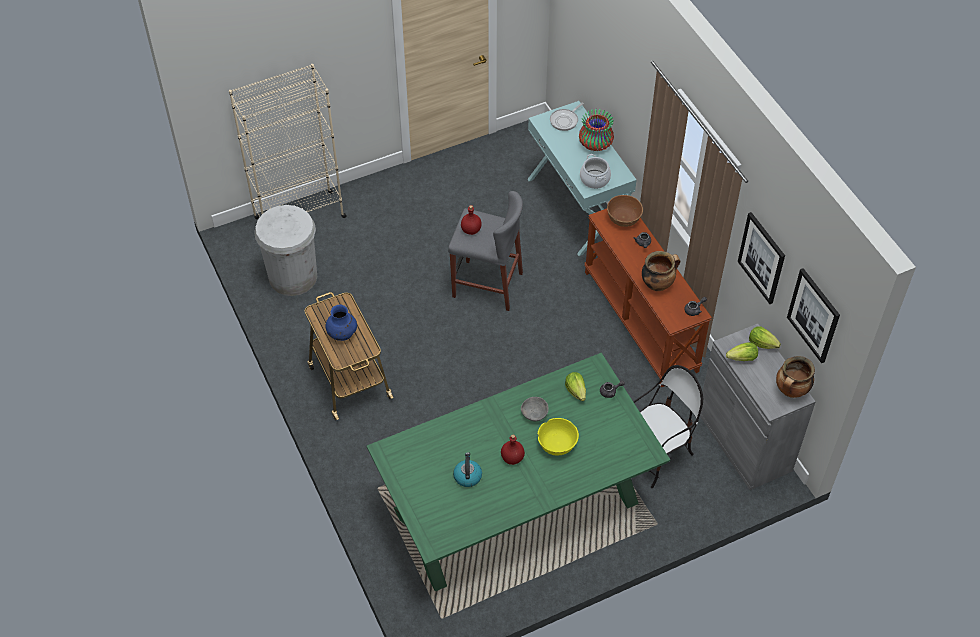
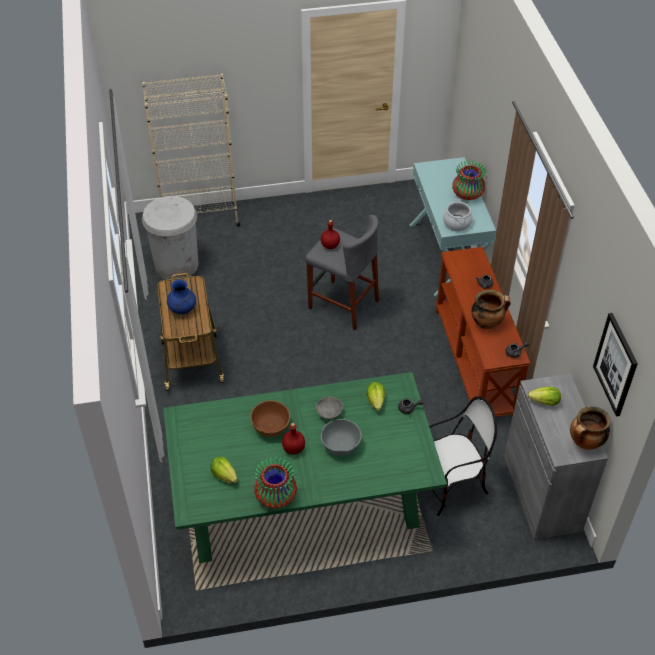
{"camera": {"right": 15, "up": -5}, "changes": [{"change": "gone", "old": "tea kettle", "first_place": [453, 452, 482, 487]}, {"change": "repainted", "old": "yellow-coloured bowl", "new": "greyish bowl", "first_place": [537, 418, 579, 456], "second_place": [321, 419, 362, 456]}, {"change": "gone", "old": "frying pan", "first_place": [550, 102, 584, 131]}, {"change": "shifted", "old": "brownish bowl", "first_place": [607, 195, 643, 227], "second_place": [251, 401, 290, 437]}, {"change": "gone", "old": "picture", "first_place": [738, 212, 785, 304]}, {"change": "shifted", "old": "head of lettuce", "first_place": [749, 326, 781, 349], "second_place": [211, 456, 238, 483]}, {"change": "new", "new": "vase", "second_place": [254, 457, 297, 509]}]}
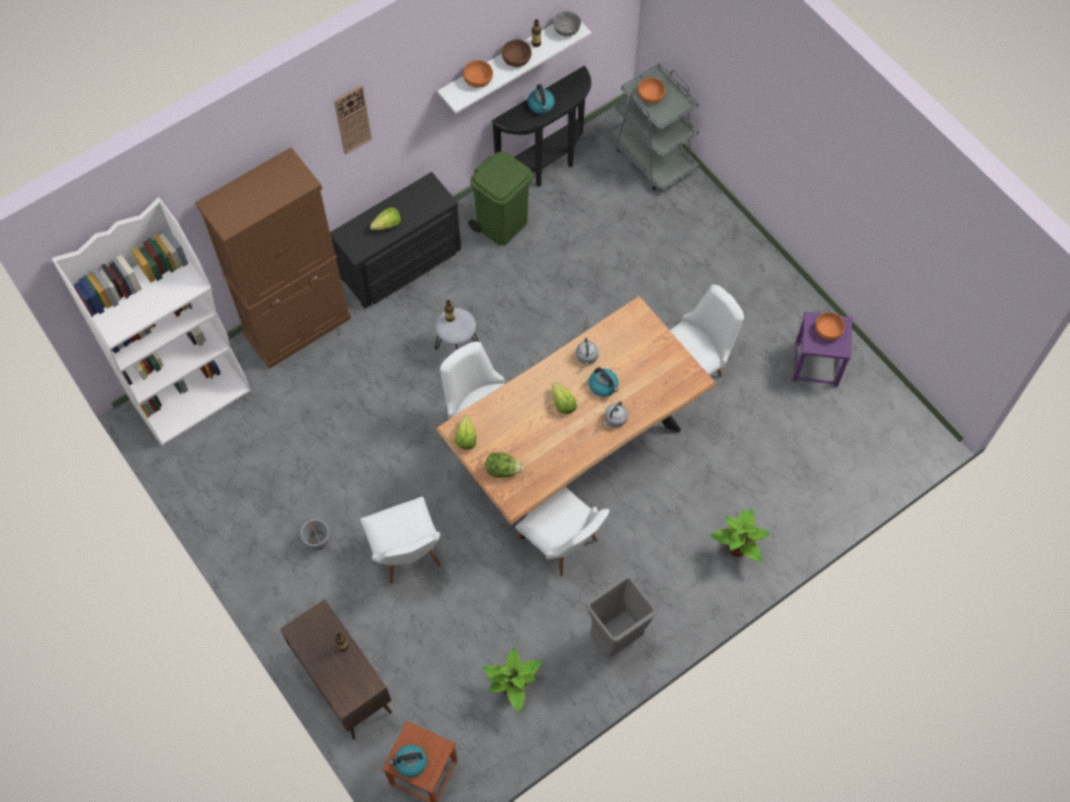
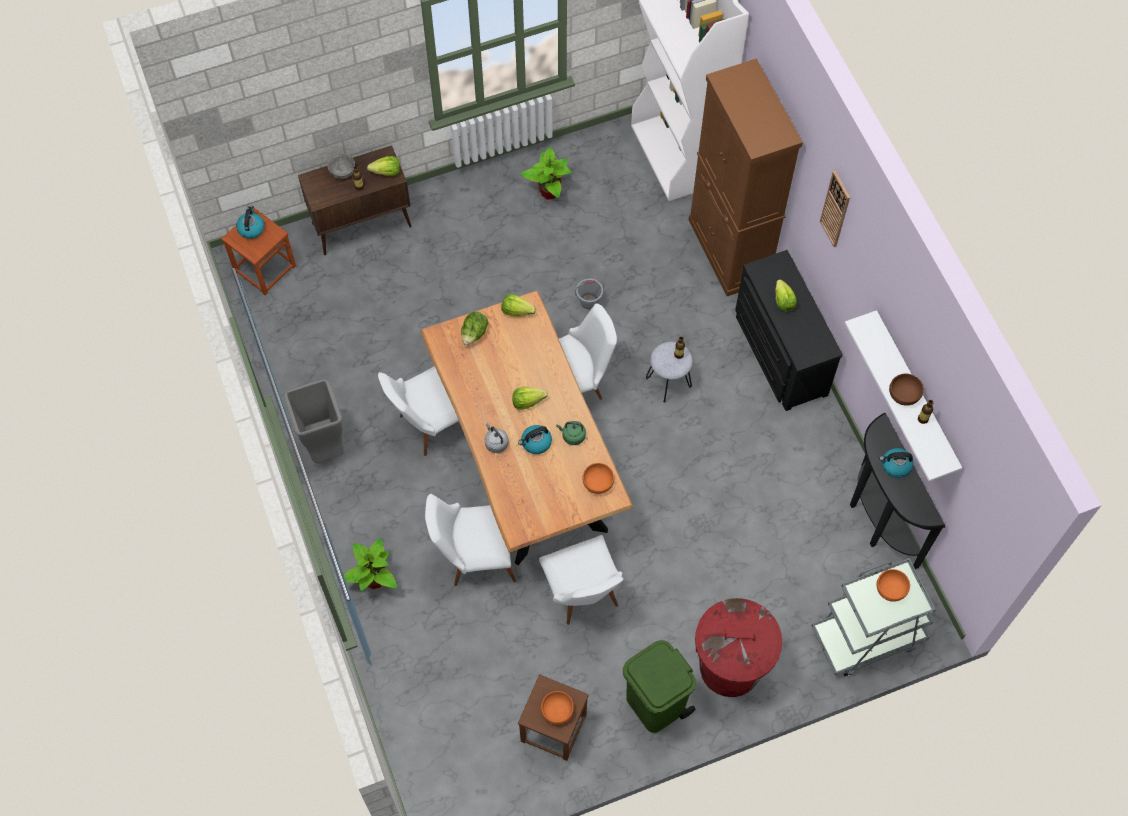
{"camera": {"right": 105, "up": 0}, "changes": [{"change": "shifted", "old": "greyish pail", "first_place": [300, 517, 330, 550], "second_place": [575, 279, 604, 309]}, {"change": "shifted", "old": "whitish upright chair", "first_place": [360, 496, 441, 584], "second_place": [425, 494, 516, 586]}, {"change": "shifted", "old": "orange bowl", "first_place": [463, 60, 493, 88], "second_place": [582, 463, 614, 494]}, {"change": "shifted", "old": "green trash can", "first_place": [468, 152, 533, 246], "second_place": [623, 640, 696, 733]}, {"change": "shifted", "old": "plant in a pot", "first_place": [483, 647, 542, 713], "second_place": [520, 146, 572, 200]}, {"change": "shifted", "old": "greyish bowl", "first_place": [553, 11, 581, 36], "second_place": [327, 153, 355, 179]}, {"change": "repainted", "old": "greyish tea kettle", "new": "green tea kettle", "first_place": [576, 338, 599, 366], "second_place": [556, 421, 586, 445]}, {"change": "repainted", "old": "purple stool seat", "new": "brownish stool seat", "first_place": [793, 311, 853, 387], "second_place": [518, 674, 589, 761]}, {"change": "new", "new": "head of lettuce", "second_place": [367, 156, 400, 176]}, {"change": "new", "new": "red trash can", "second_place": [695, 598, 782, 697]}]}
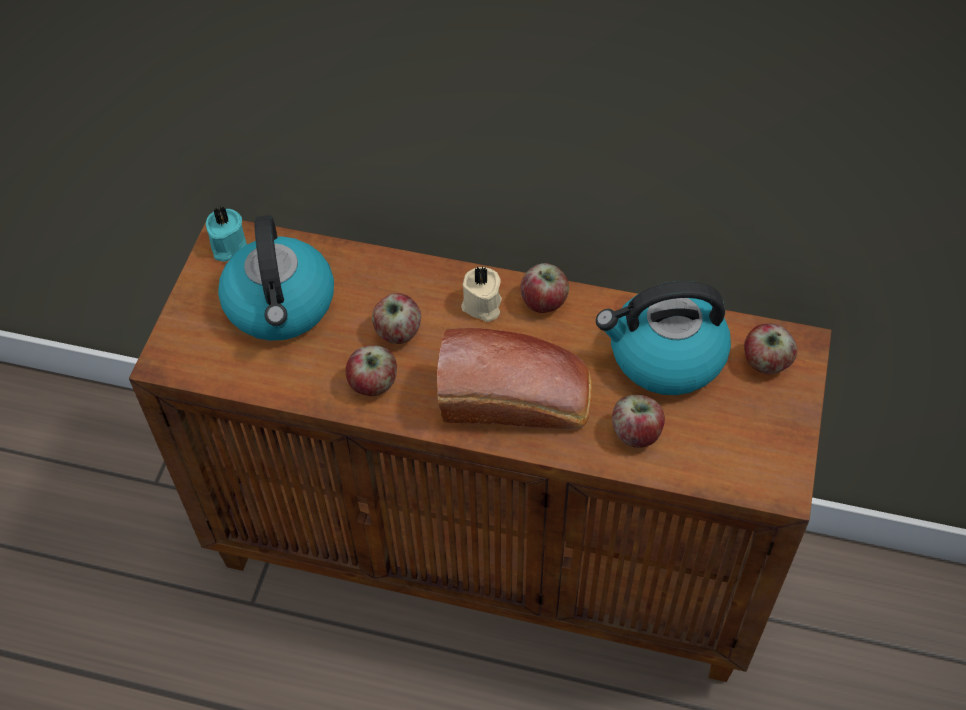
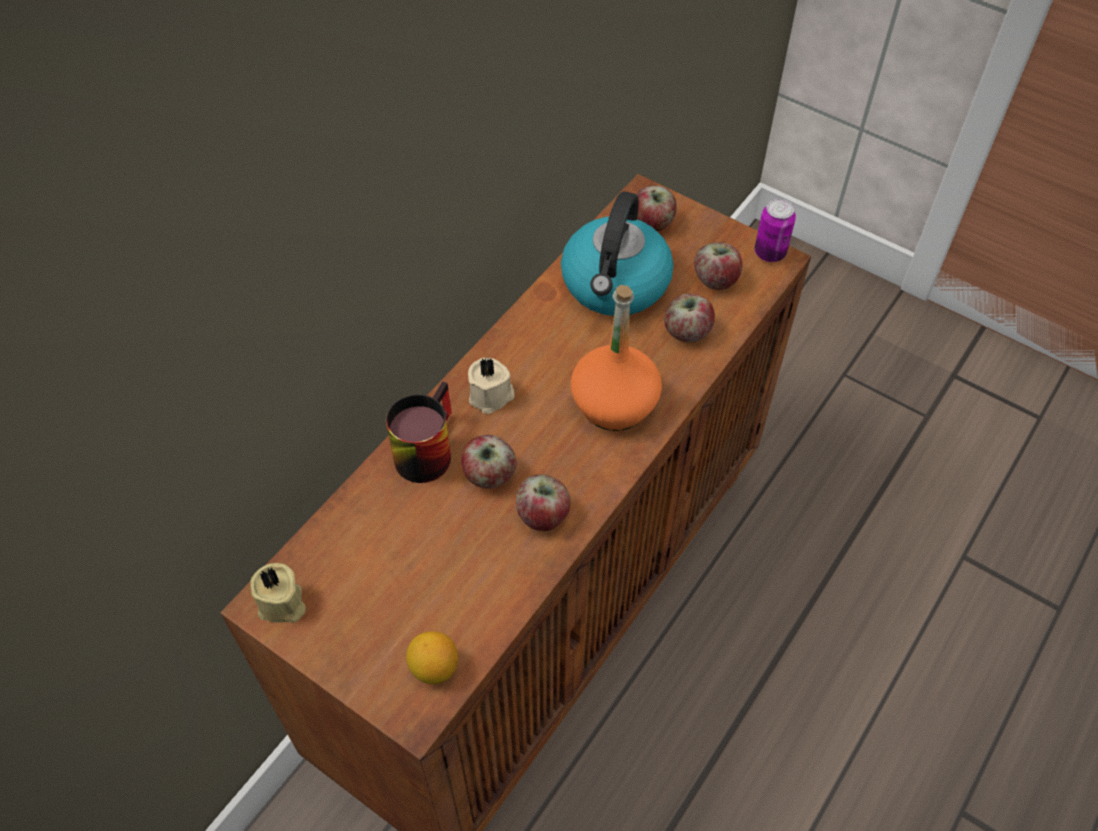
{"camera": {"right": -70, "up": 0}, "changes": [{"change": "repainted", "old": "turquoise candle", "new": "beige candle", "first_place": [206, 206, 247, 262], "second_place": [251, 563, 306, 623]}, {"change": "gone", "old": "tea kettle", "first_place": [218, 215, 334, 341]}, {"change": "swapped", "old": "bread", "new": "orange drink bottle", "first_place": [437, 328, 592, 430], "second_place": [571, 285, 662, 431]}, {"change": "shifted", "old": "whole apple", "first_place": [520, 263, 569, 313], "second_place": [694, 242, 742, 290]}, {"change": "new", "new": "coffee mug", "second_place": [386, 381, 452, 483]}, {"change": "new", "new": "whole lemon", "second_place": [406, 631, 458, 684]}, {"change": "new", "new": "metal can", "second_place": [755, 199, 796, 262]}]}
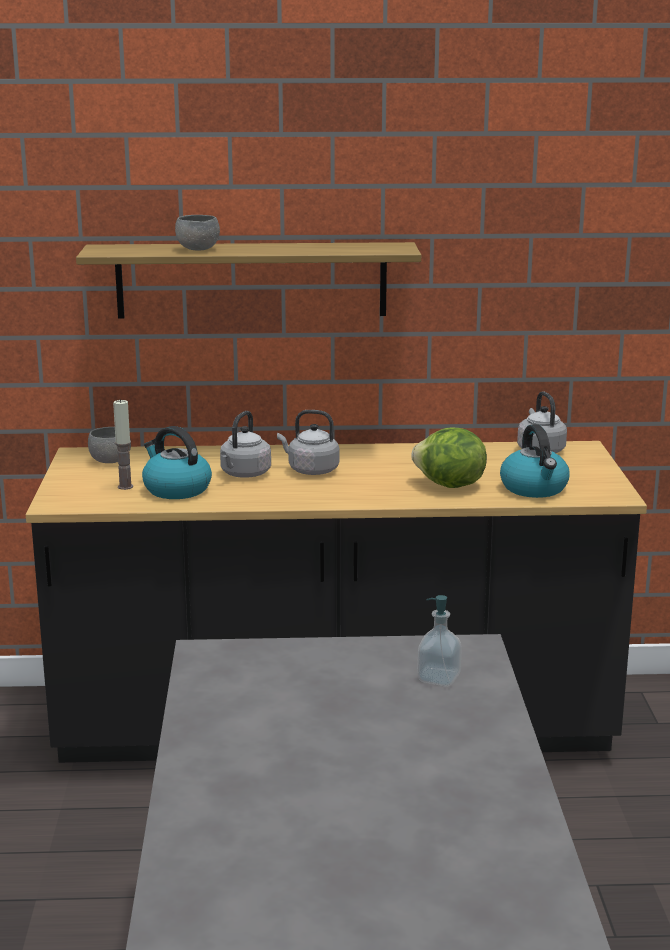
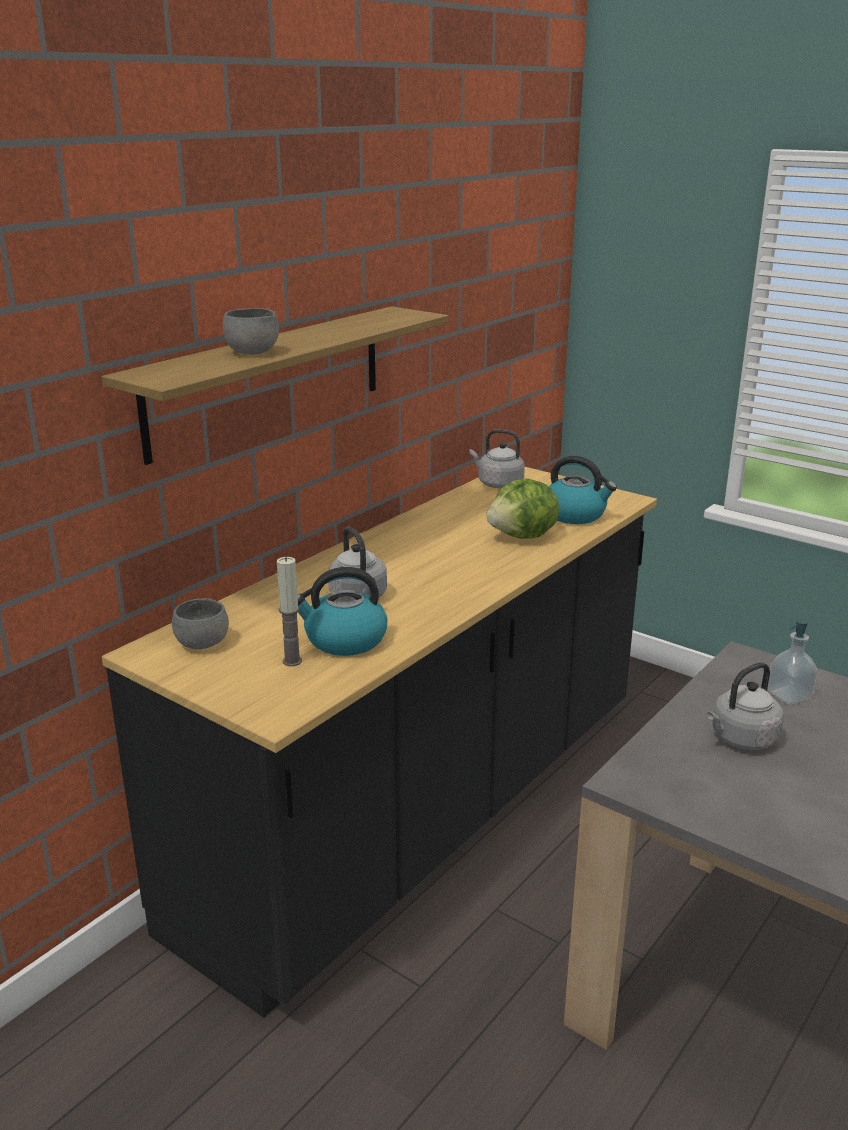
{"camera": {"right": -50, "up": 5}, "changes": [{"change": "shifted", "old": "greyish tea kettle", "first_place": [277, 410, 339, 475], "second_place": [707, 662, 784, 750]}]}
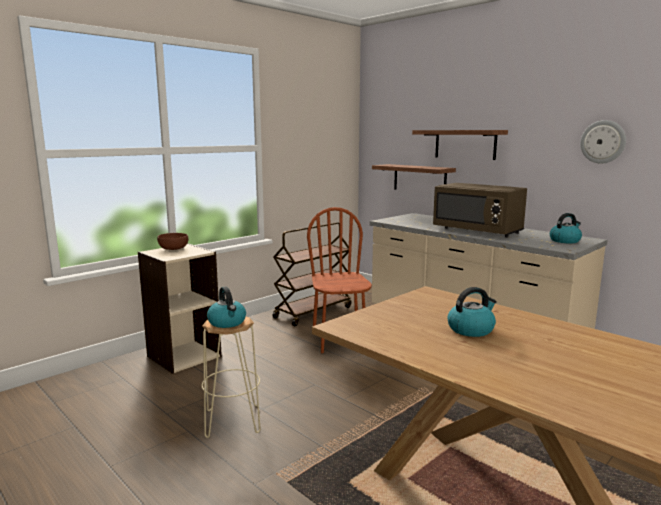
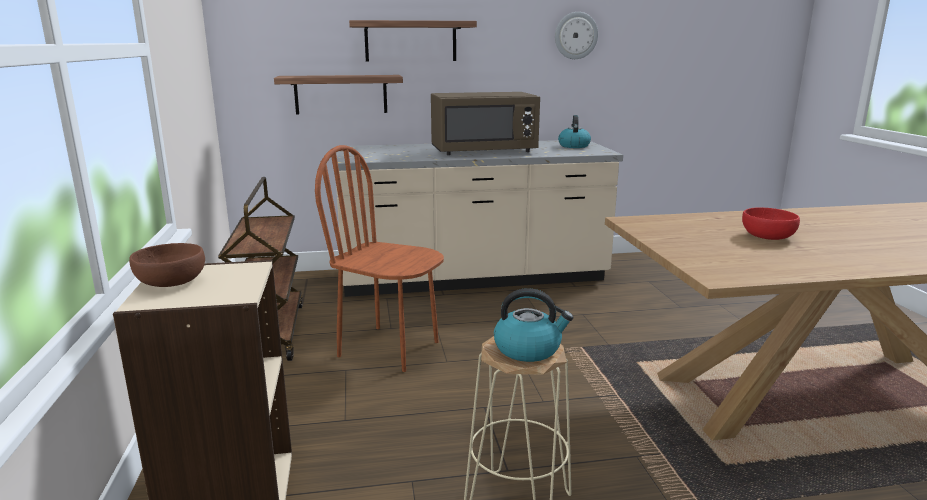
{"camera": {"right": -55, "up": 5}, "changes": [{"change": "swapped", "old": "tea kettle", "new": "red bowl", "first_place": [448, 287, 497, 337], "second_place": [742, 207, 800, 240]}]}
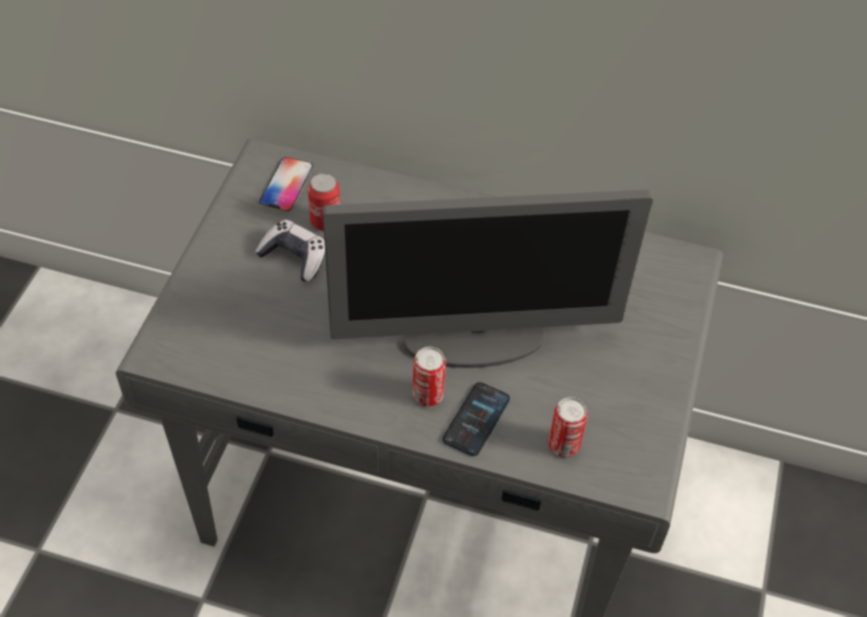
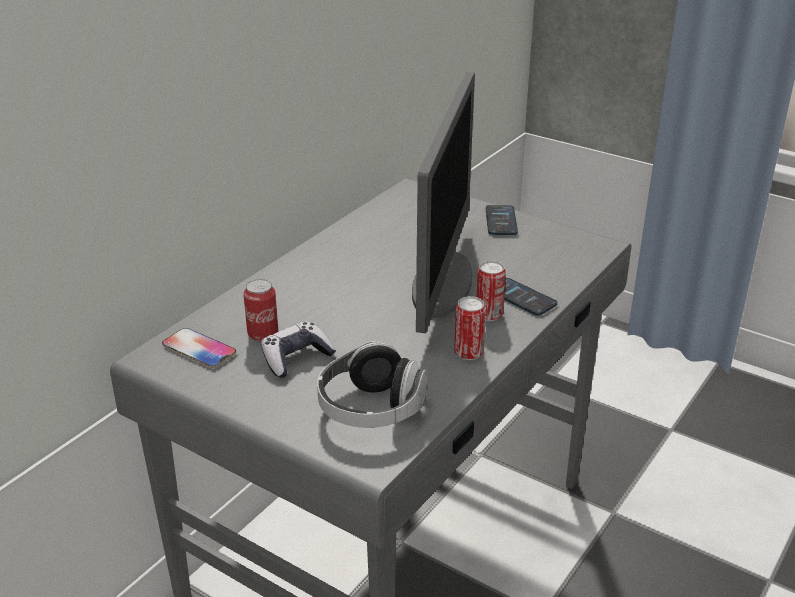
{"camera": {"right": -70, "up": -20}, "changes": [{"change": "shifted", "old": "metal can", "first_place": [548, 397, 588, 457], "second_place": [454, 296, 486, 360]}, {"change": "new", "new": "headset", "second_place": [317, 341, 428, 428]}, {"change": "new", "new": "telephone", "second_place": [486, 205, 518, 235]}]}
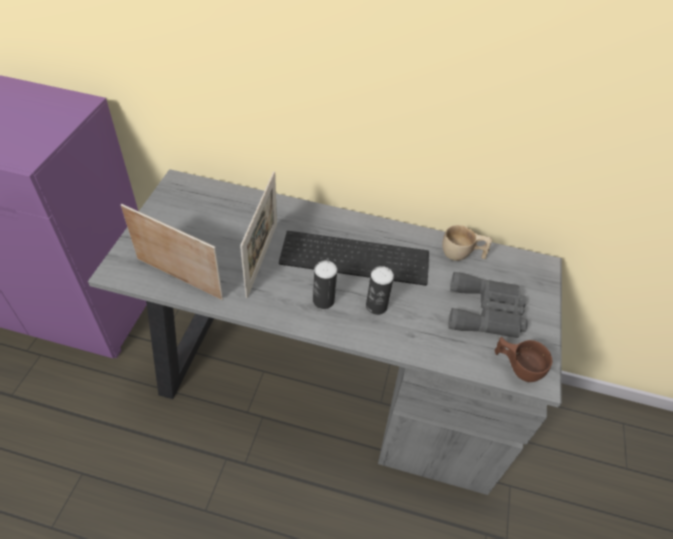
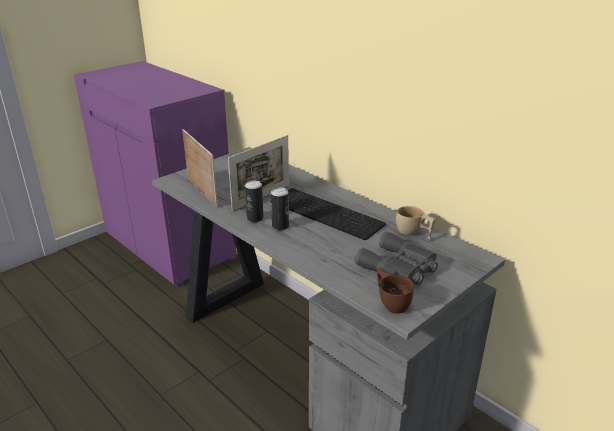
{"camera": {"right": 35, "up": -20}, "changes": [{"change": "shifted", "old": "metal can", "first_place": [366, 266, 394, 315], "second_place": [245, 180, 263, 222]}]}
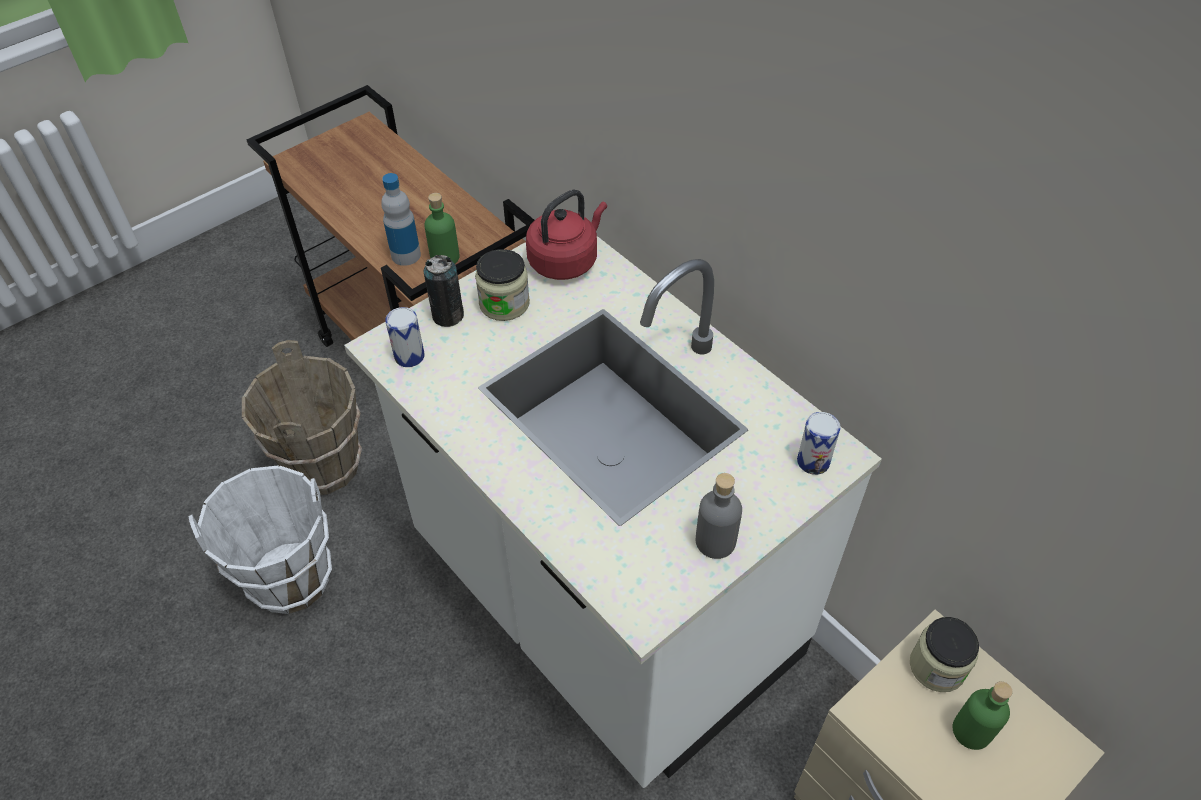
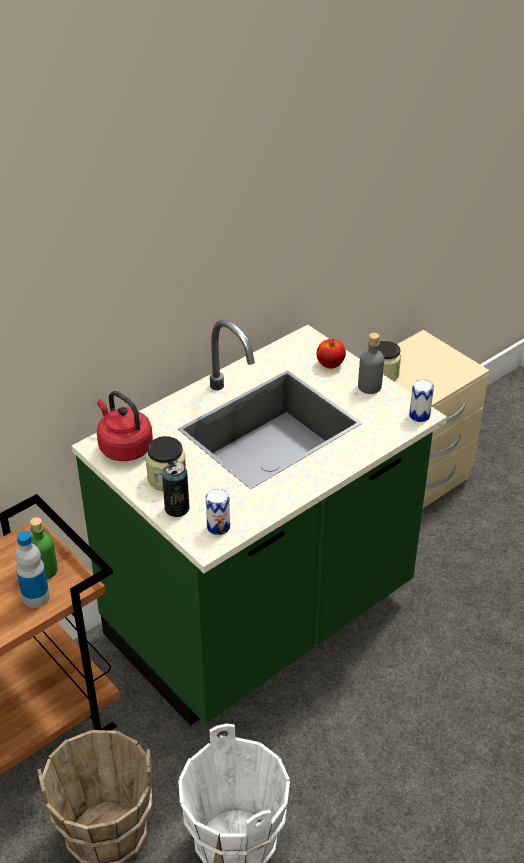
{"camera": {"right": -90, "up": -10}, "changes": [{"change": "repainted", "old": "whitish kitchen base unit", "new": "green kitchen base unit", "first_place": [344, 236, 882, 788], "second_place": [72, 319, 447, 726]}, {"change": "shifted", "old": "metal can", "first_place": [797, 412, 841, 475], "second_place": [409, 379, 434, 422]}, {"change": "gone", "old": "green drink bottle", "first_place": [953, 681, 1013, 750]}, {"change": "new", "new": "whole apple", "second_place": [317, 339, 346, 369]}]}
